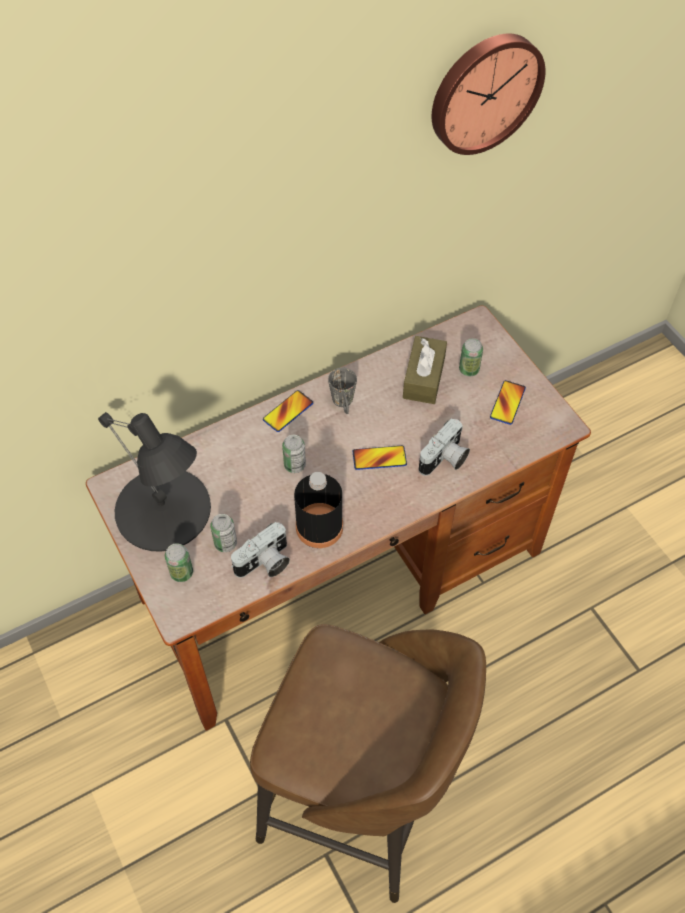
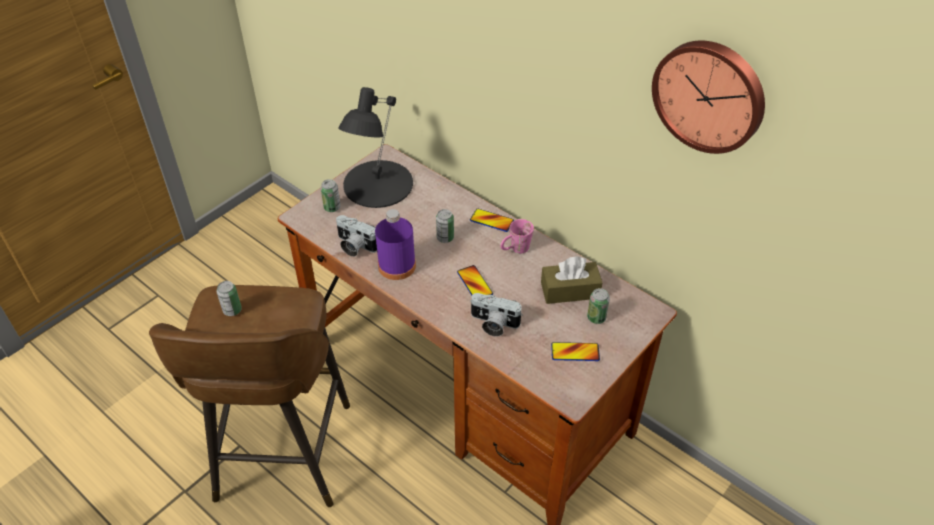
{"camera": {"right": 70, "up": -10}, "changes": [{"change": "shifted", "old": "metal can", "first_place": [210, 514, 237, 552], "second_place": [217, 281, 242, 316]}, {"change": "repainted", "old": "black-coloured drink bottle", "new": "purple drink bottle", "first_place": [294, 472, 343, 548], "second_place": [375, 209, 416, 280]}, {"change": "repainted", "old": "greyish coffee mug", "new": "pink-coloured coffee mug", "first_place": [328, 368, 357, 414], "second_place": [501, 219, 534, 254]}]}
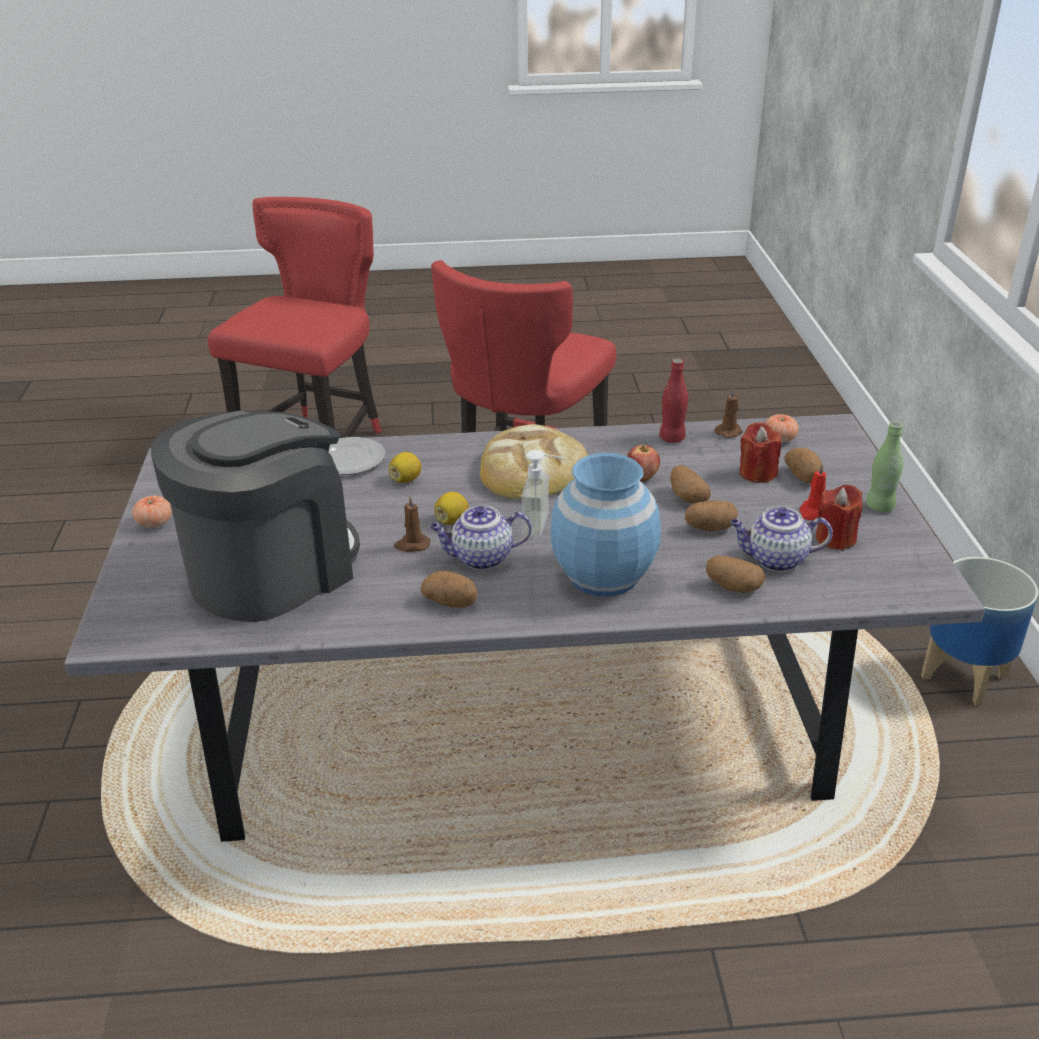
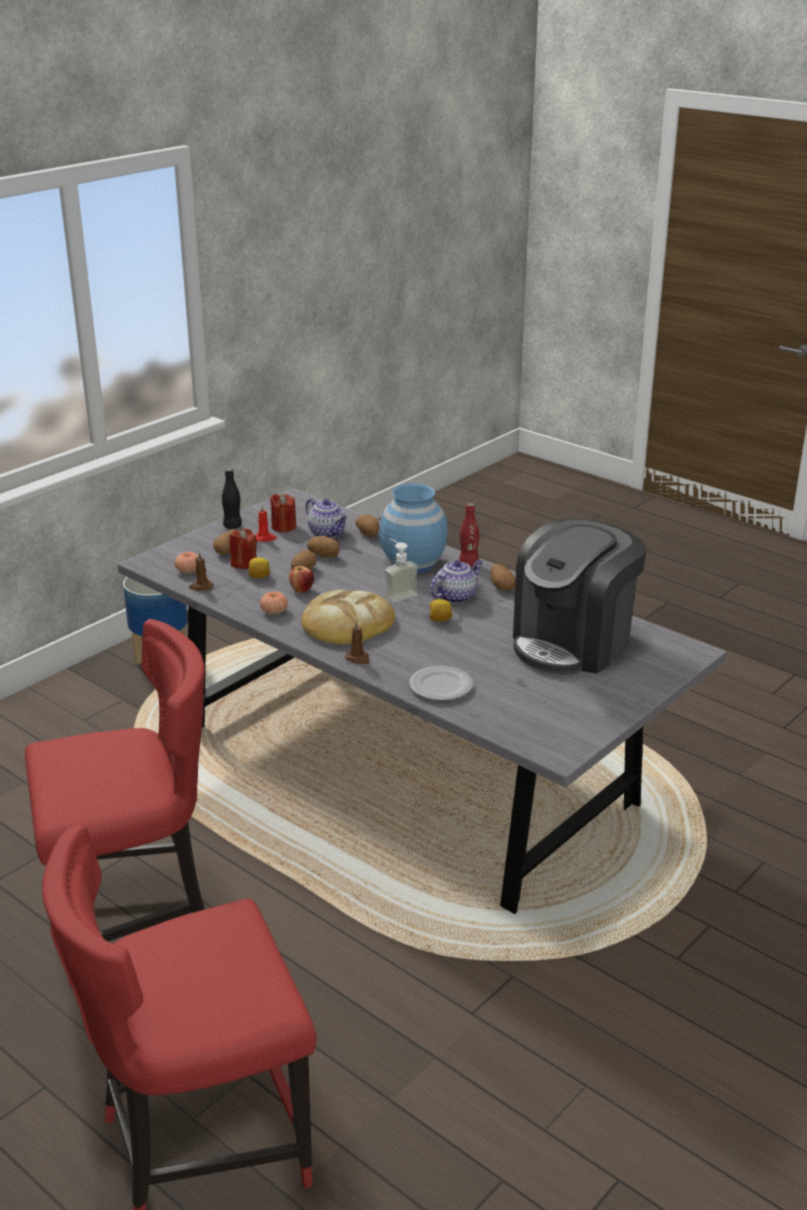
{"camera": {"right": -135, "up": -5}, "changes": [{"change": "shifted", "old": "fresh tomato", "first_place": [132, 496, 172, 528], "second_place": [260, 592, 288, 614]}, {"change": "rotated", "old": "coffee brewer", "first_place": [151, 411, 360, 622], "second_place": [513, 518, 647, 675], "degrees": -45}, {"change": "shifted", "old": "whole lemon", "first_place": [389, 452, 421, 483], "second_place": [248, 557, 271, 578]}, {"change": "shifted", "old": "brownish candle", "first_place": [394, 496, 430, 552], "second_place": [345, 620, 369, 664]}, {"change": "rotated", "old": "pot for tea", "first_place": [430, 506, 532, 570], "second_place": [430, 560, 483, 603], "degrees": -75}, {"change": "shifted", "old": "red drink bottle", "first_place": [659, 358, 688, 443], "second_place": [459, 503, 479, 566]}, {"change": "repainted", "old": "green drink bottle", "new": "black-coloured drink bottle", "first_place": [866, 421, 903, 512], "second_place": [222, 468, 242, 529]}]}
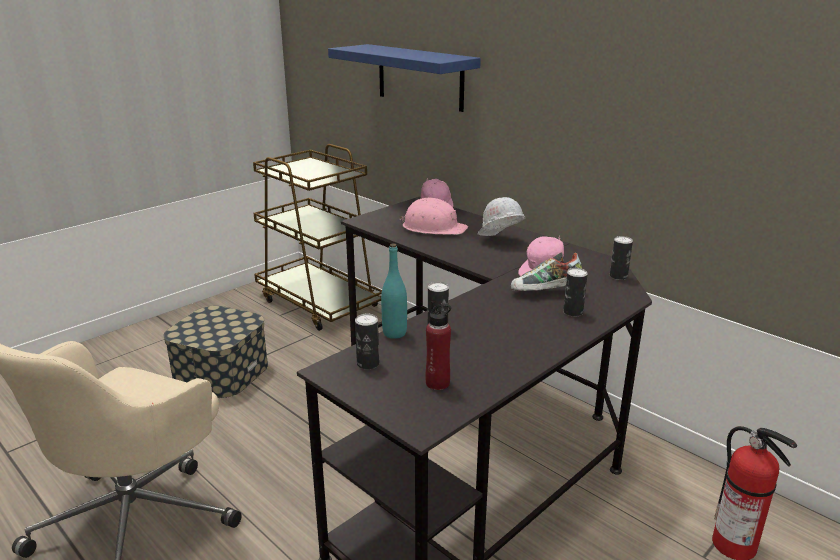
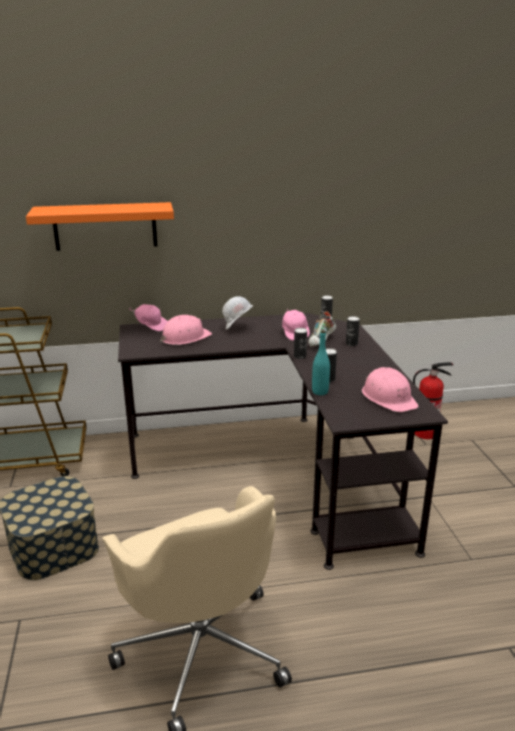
{"camera": {"right": -55, "up": 0}, "changes": [{"change": "repainted", "old": "blue shelf", "new": "orange shelf", "first_place": [328, 44, 481, 112], "second_place": [26, 202, 174, 251]}, {"change": "shifted", "old": "metal can", "first_place": [355, 314, 379, 369], "second_place": [294, 328, 307, 359]}, {"change": "swapped", "old": "red drink bottle", "new": "pink-coloured safety helmet", "first_place": [426, 301, 451, 390], "second_place": [362, 367, 419, 412]}]}
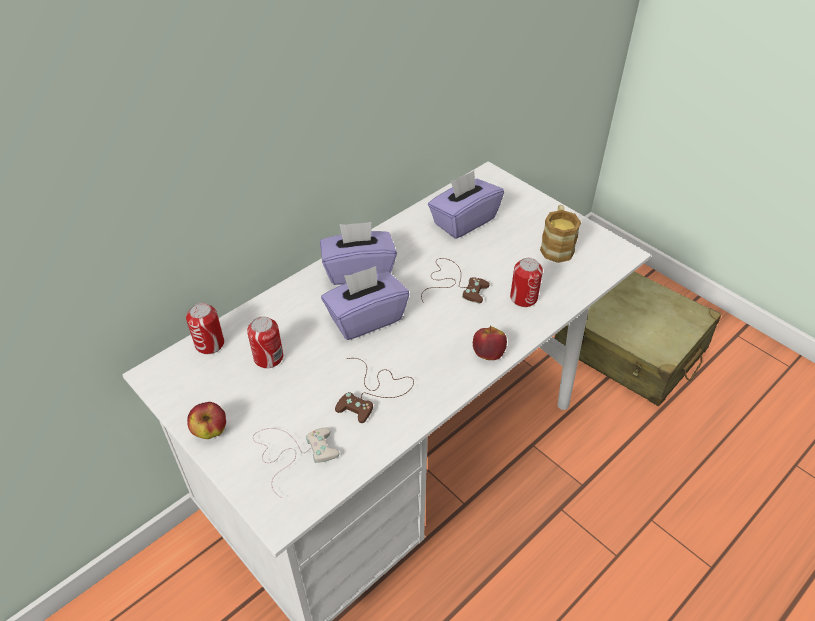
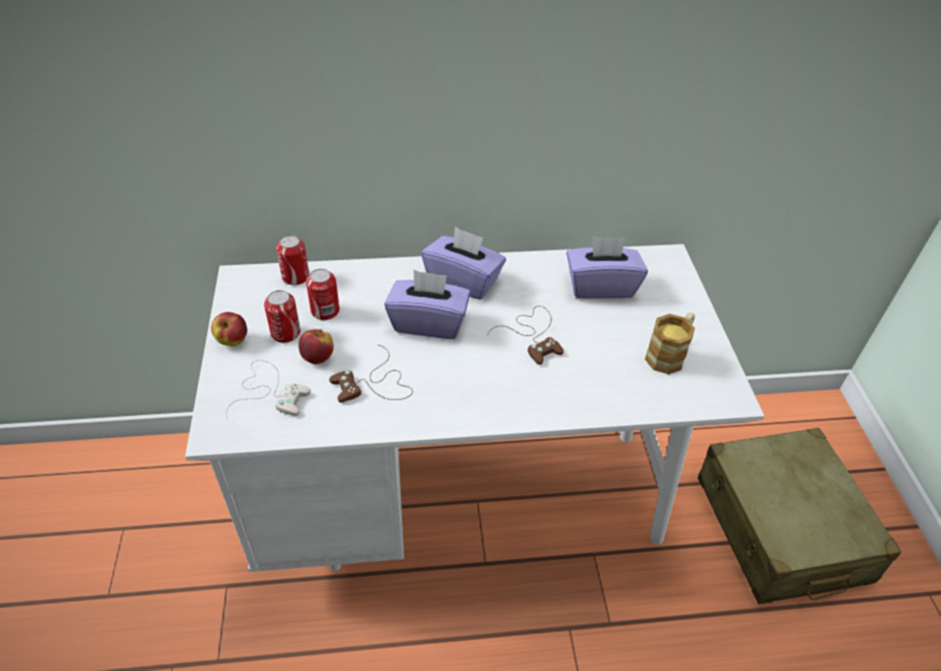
{"camera": {"right": 35, "up": 0}, "changes": [{"change": "shifted", "old": "whole apple", "first_place": [473, 326, 507, 360], "second_place": [299, 329, 334, 364]}, {"change": "shifted", "old": "metal can", "first_place": [510, 258, 543, 307], "second_place": [264, 290, 300, 343]}]}
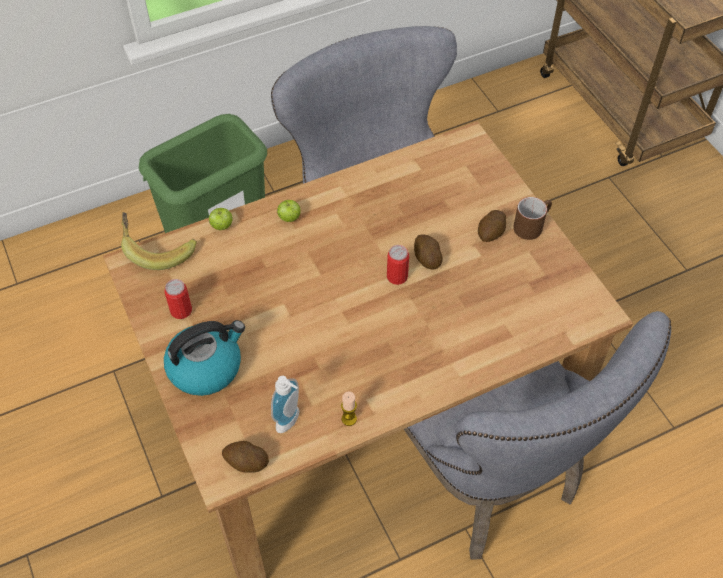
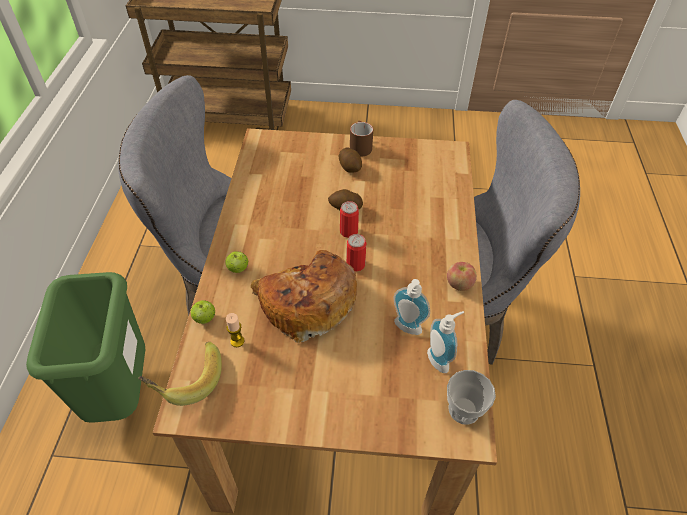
{"camera": {"right": -60, "up": -5}, "changes": [{"change": "gone", "old": "tea kettle", "first_place": [164, 320, 245, 396]}, {"change": "shifted", "old": "metal can", "first_place": [165, 279, 192, 319], "second_place": [346, 234, 366, 271]}, {"change": "swapped", "old": "potato", "new": "cup", "first_place": [222, 441, 269, 473], "second_place": [447, 370, 496, 425]}, {"change": "shifted", "old": "candle", "first_place": [341, 391, 357, 426], "second_place": [226, 313, 244, 347]}, {"change": "new", "new": "bread", "second_place": [251, 250, 357, 343]}, {"change": "new", "new": "soap dispenser", "second_place": [393, 279, 430, 335]}, {"change": "new", "new": "whole apple", "second_place": [447, 262, 477, 291]}]}
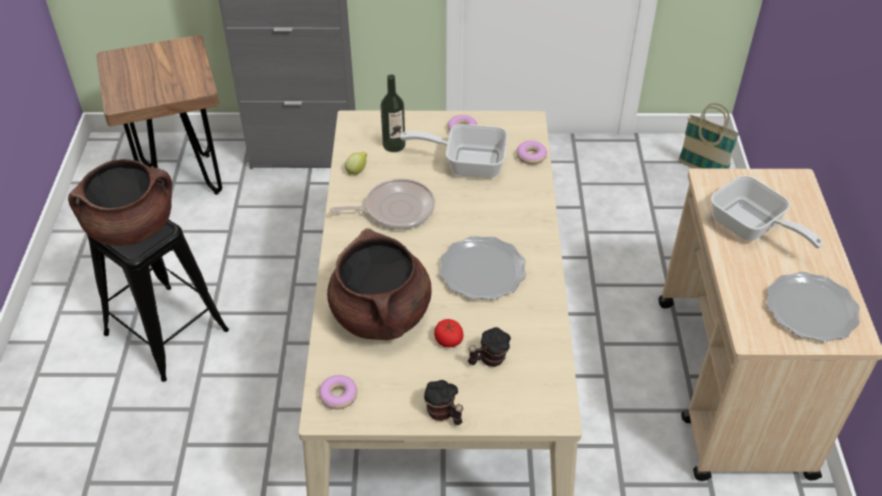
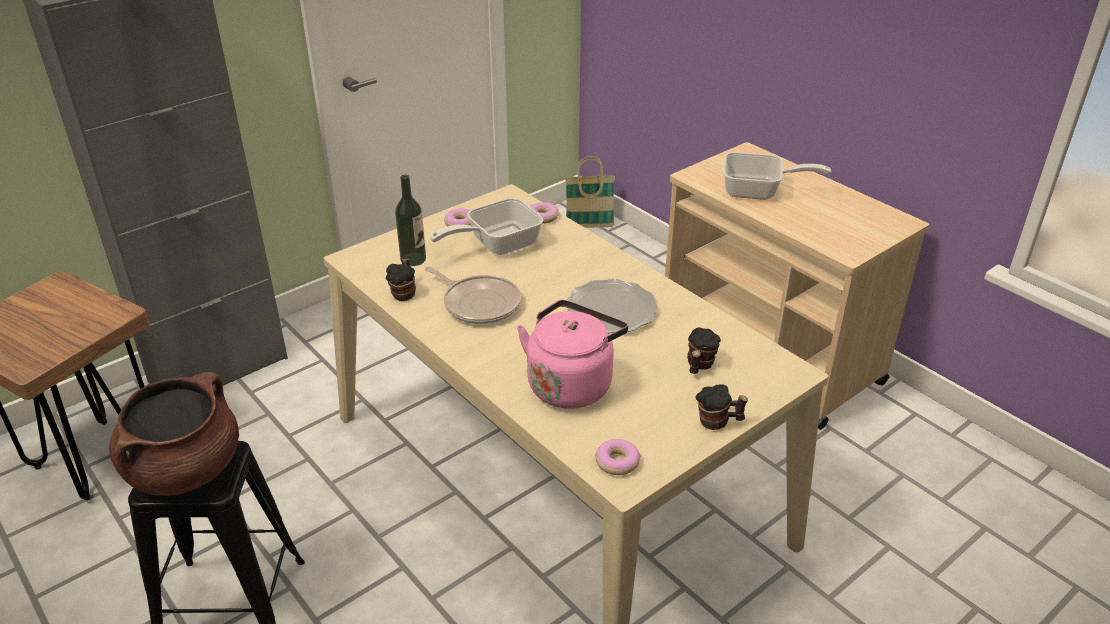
{"camera": {"right": -40, "up": -10}, "changes": [{"change": "swapped", "old": "brownish cooking pot", "new": "pink-coloured tea kettle", "first_place": [327, 228, 431, 340], "second_place": [517, 300, 628, 409]}, {"change": "rotated", "old": "frying pan", "first_place": [330, 179, 435, 229], "second_place": [425, 267, 521, 324], "degrees": 90}, {"change": "swapped", "old": "whole lemon", "new": "coffee mug", "first_place": [345, 152, 367, 175], "second_place": [386, 259, 416, 301]}, {"change": "gone", "old": "fresh tomato", "first_place": [434, 319, 463, 347]}, {"change": "gone", "old": "dinner plate", "first_place": [766, 272, 860, 342]}]}
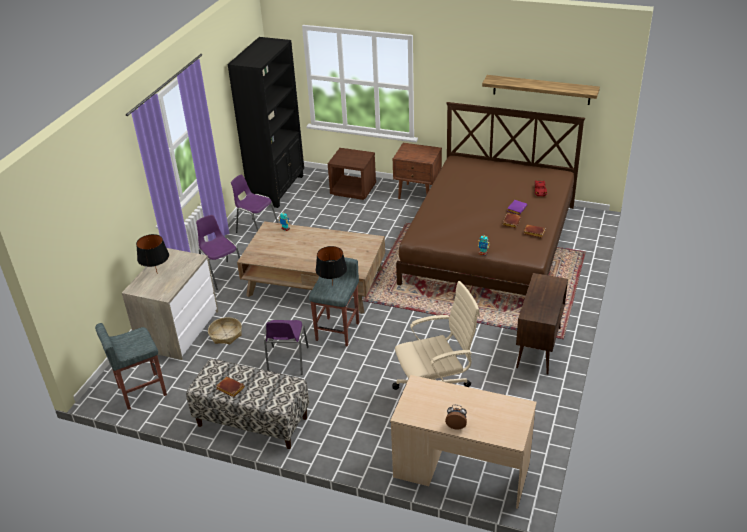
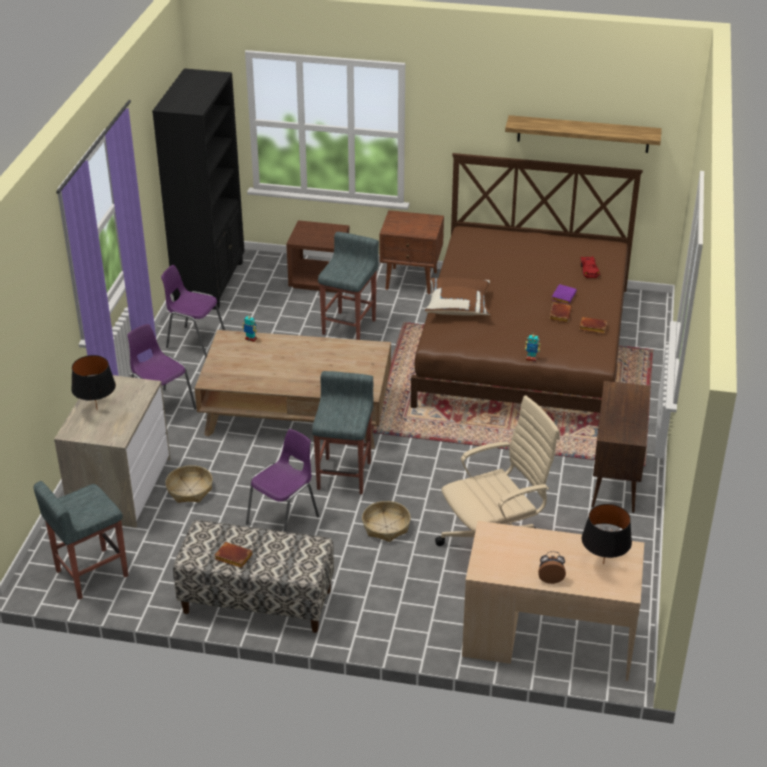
{"camera": {"right": -10, "up": 0}, "changes": [{"change": "rotated", "old": "purple upright chair", "first_place": [264, 320, 309, 375], "second_place": [246, 429, 319, 532], "degrees": -135}, {"change": "shifted", "old": "black-coloured table lamp", "first_place": [316, 246, 347, 285], "second_place": [582, 504, 632, 564]}, {"change": "new", "new": "greyish stool seat", "second_place": [318, 232, 379, 340]}, {"change": "new", "new": "basket", "second_place": [362, 501, 411, 542]}, {"change": "new", "new": "brownish cushion", "second_place": [425, 277, 491, 316]}]}
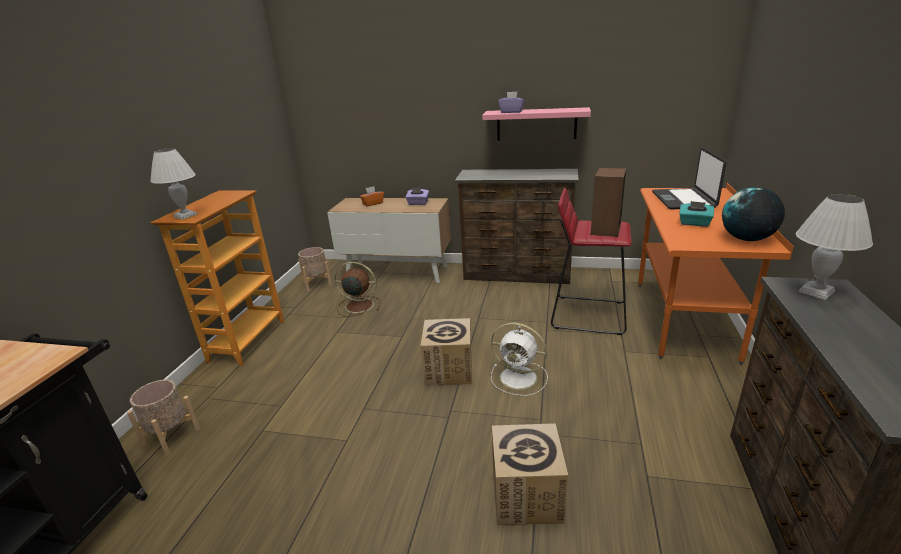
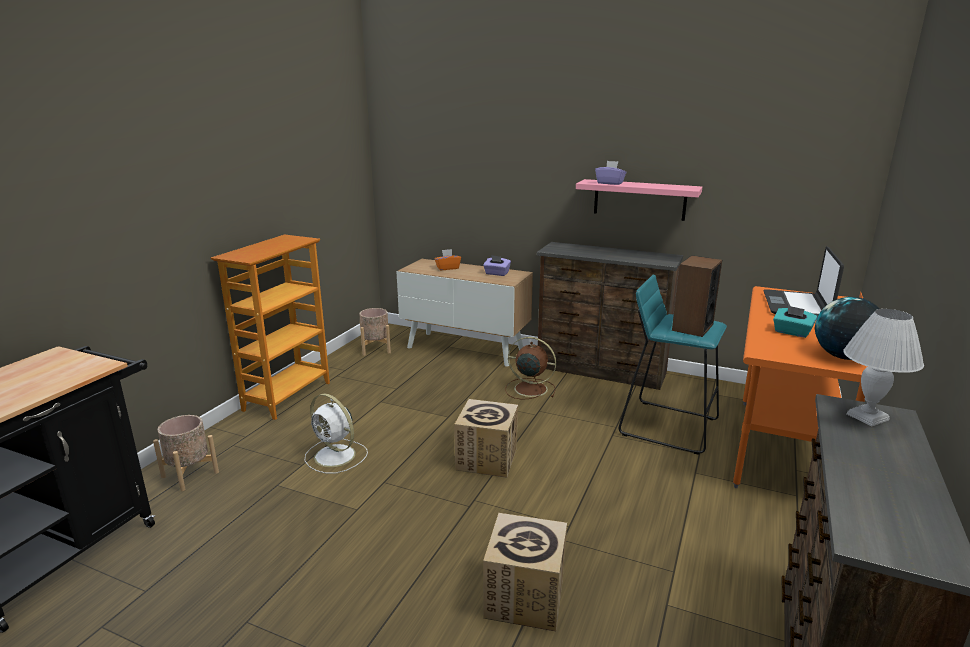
{"camera": {"right": 10, "up": -5}, "changes": [{"change": "gone", "old": "whitish table lamp", "first_place": [150, 148, 197, 220]}, {"change": "shifted", "old": "brownish electric fan", "first_place": [334, 262, 380, 317], "second_place": [505, 337, 556, 400]}, {"change": "shifted", "old": "whitish electric fan", "first_place": [491, 323, 548, 396], "second_place": [304, 393, 368, 474]}, {"change": "repainted", "old": "red stool seat", "new": "turquoise stool seat", "first_place": [551, 188, 631, 335], "second_place": [619, 274, 727, 455]}]}
